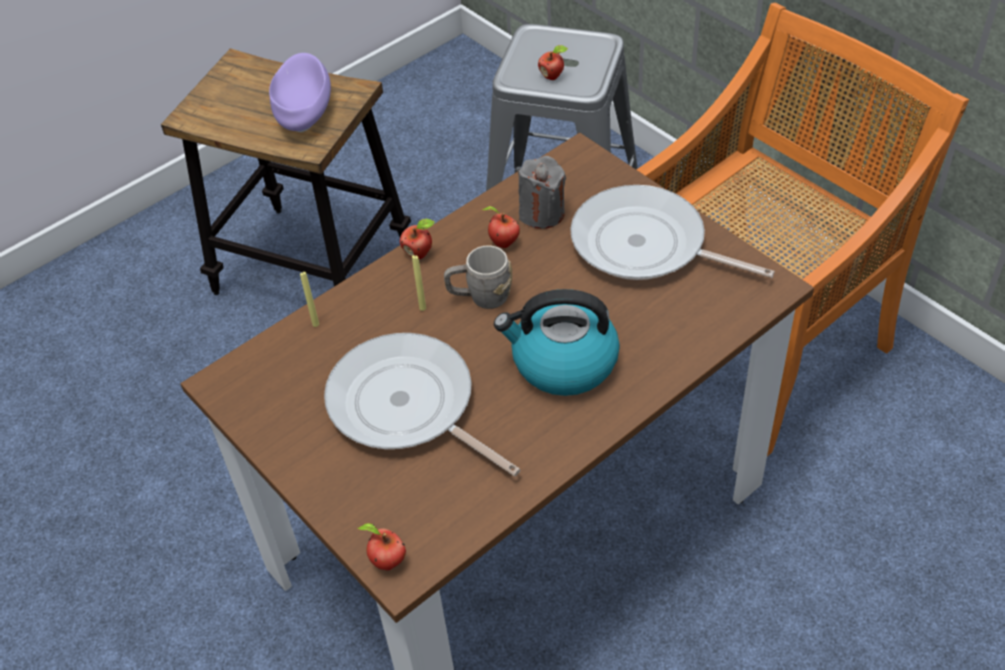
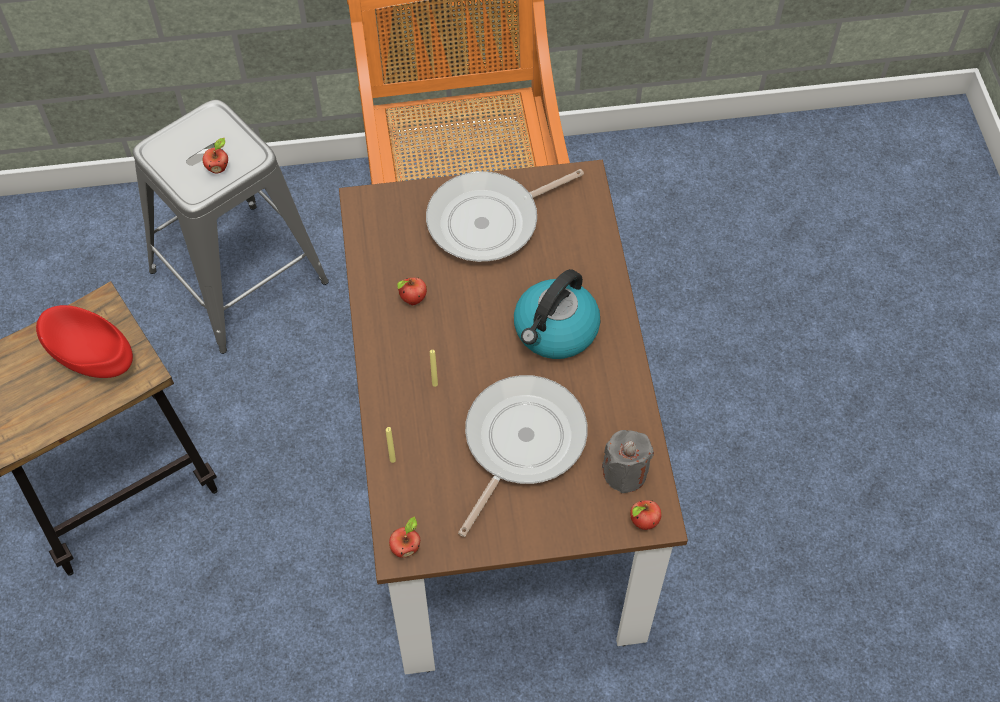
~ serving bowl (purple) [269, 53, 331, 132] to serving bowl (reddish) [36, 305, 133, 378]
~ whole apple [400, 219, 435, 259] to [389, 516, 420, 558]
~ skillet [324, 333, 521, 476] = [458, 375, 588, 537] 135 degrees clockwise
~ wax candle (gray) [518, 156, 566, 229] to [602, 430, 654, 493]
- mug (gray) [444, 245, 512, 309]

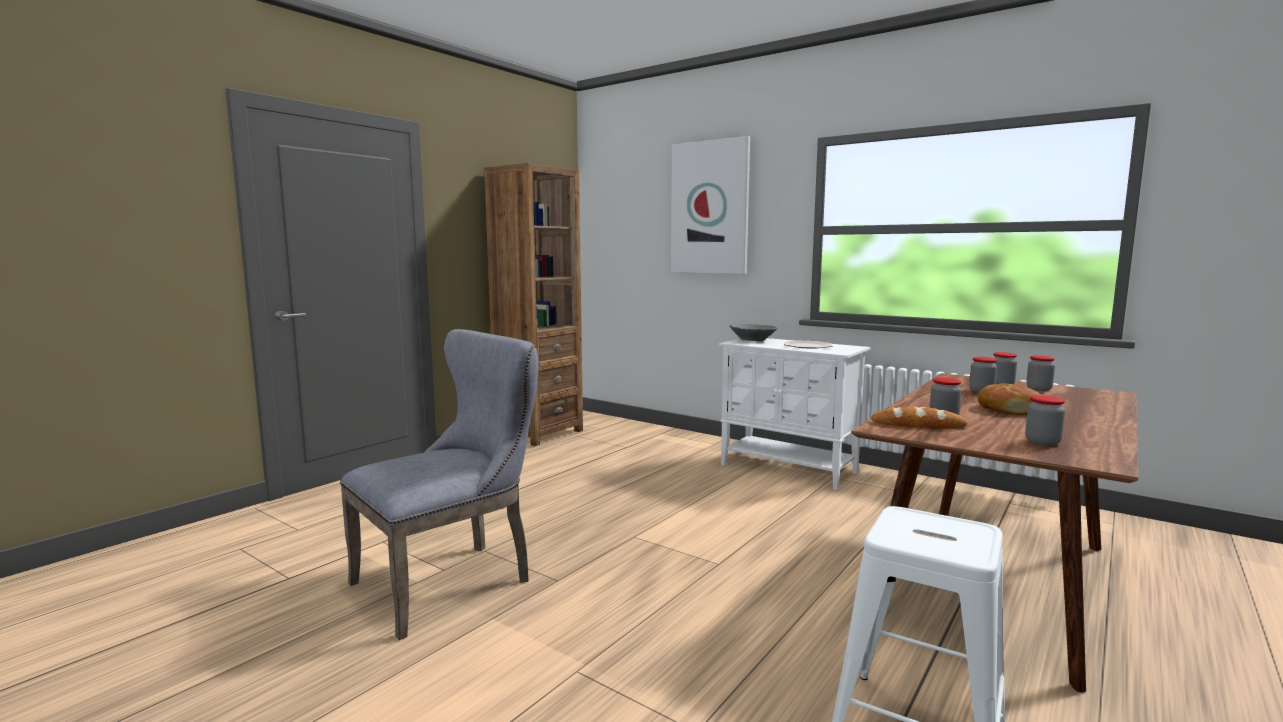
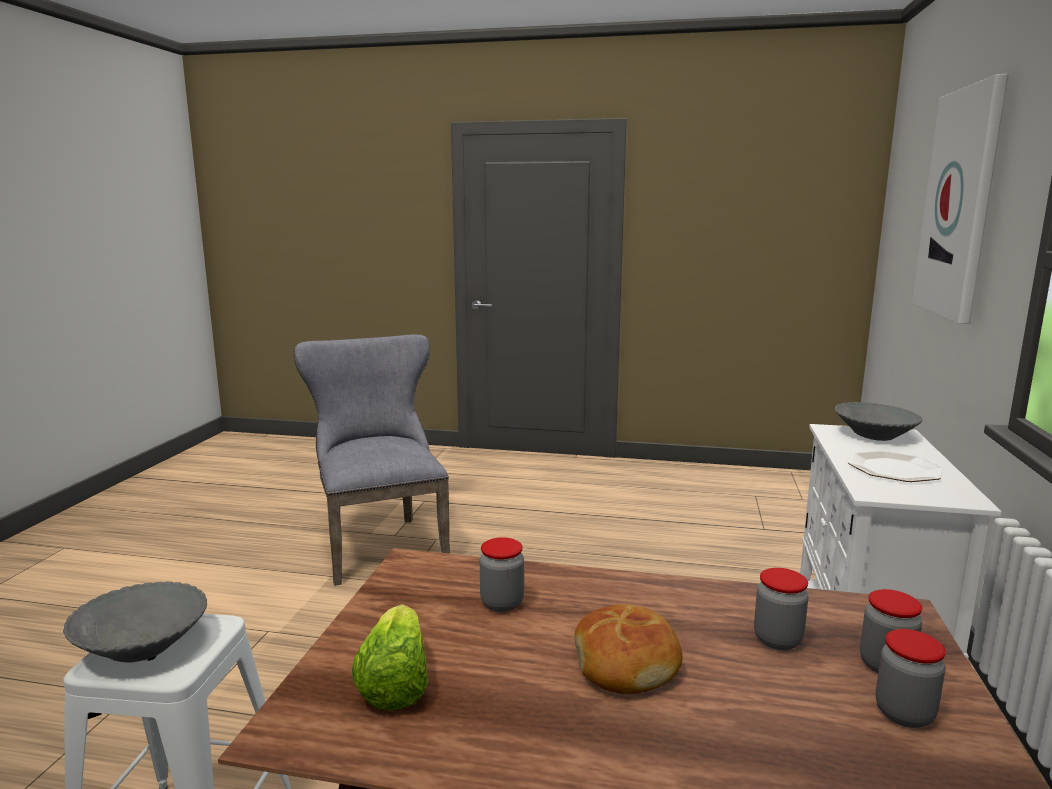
+ serving bowl (gray) [63, 582, 207, 662]
~ plain chair (gray) [340, 329, 538, 640] = [294, 335, 450, 586] 135 degrees counterclockwise
~ jar [1025, 395, 1065, 446] to lettuce [352, 604, 428, 710]
- bookshelf (brown) [484, 163, 583, 446]
- bakery bread [871, 406, 967, 428]

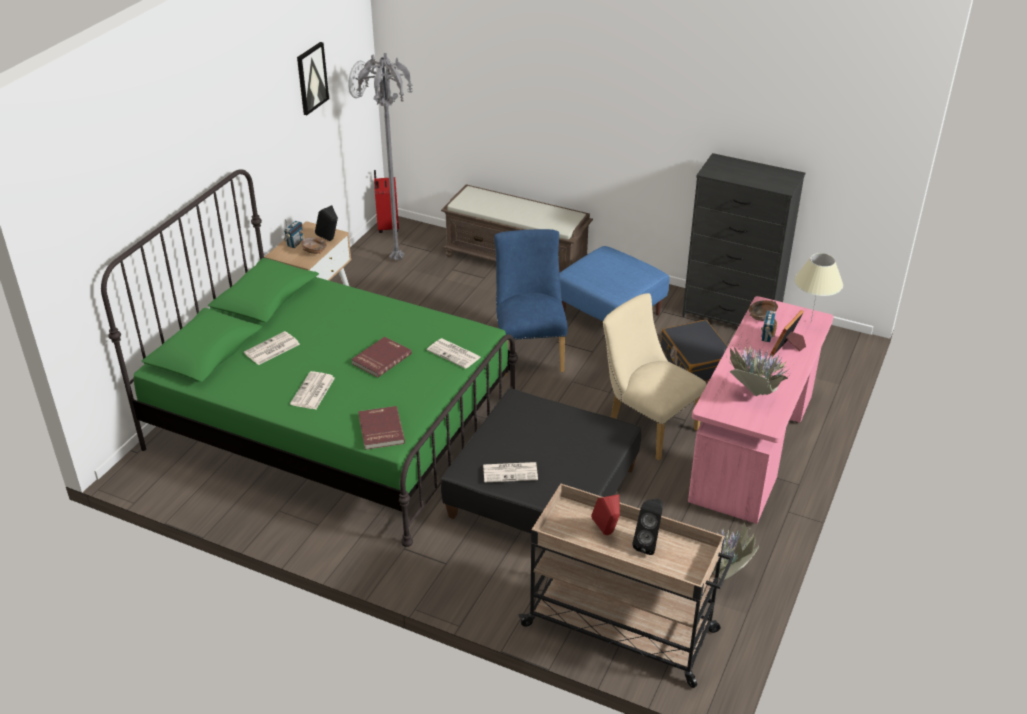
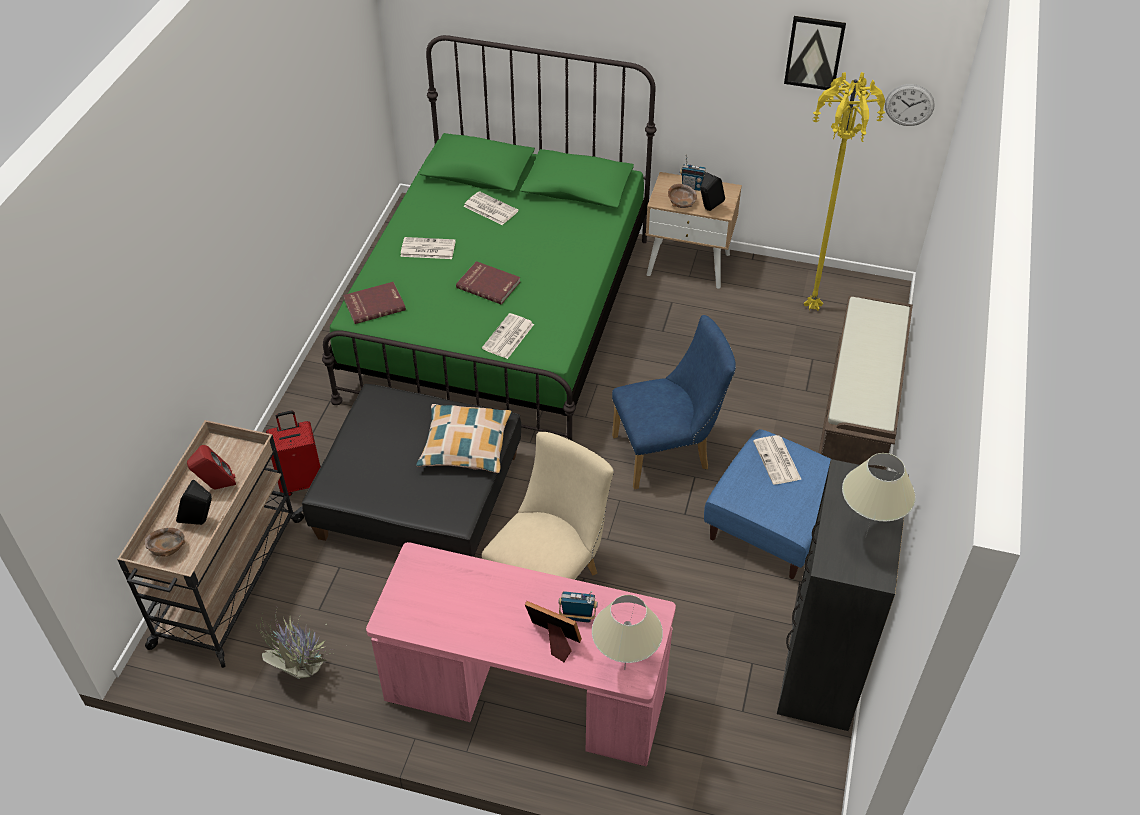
~ serving bowl (brown) [749, 300, 778, 321] to [145, 528, 185, 557]
~ piece of luggage (reddish) [374, 170, 399, 233] to [266, 411, 321, 496]
+ cushion [416, 404, 512, 473]
~ daily paper [483, 462, 538, 483] to [753, 435, 802, 485]
~ floor lamp (gray) [356, 53, 413, 261] to floor lamp (yellow) [804, 72, 885, 311]
+ lamp for a table (beige) [842, 453, 916, 536]
- piece of luggage (blackish) [661, 320, 728, 381]
- potted plant [724, 335, 791, 396]

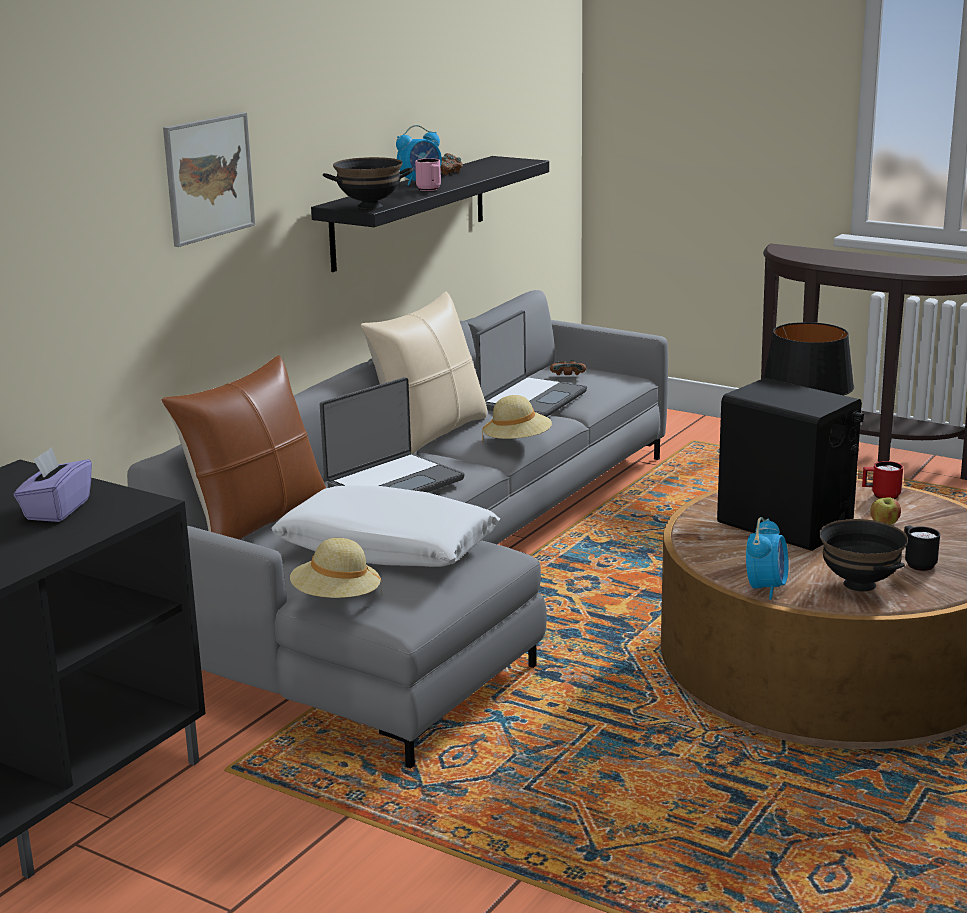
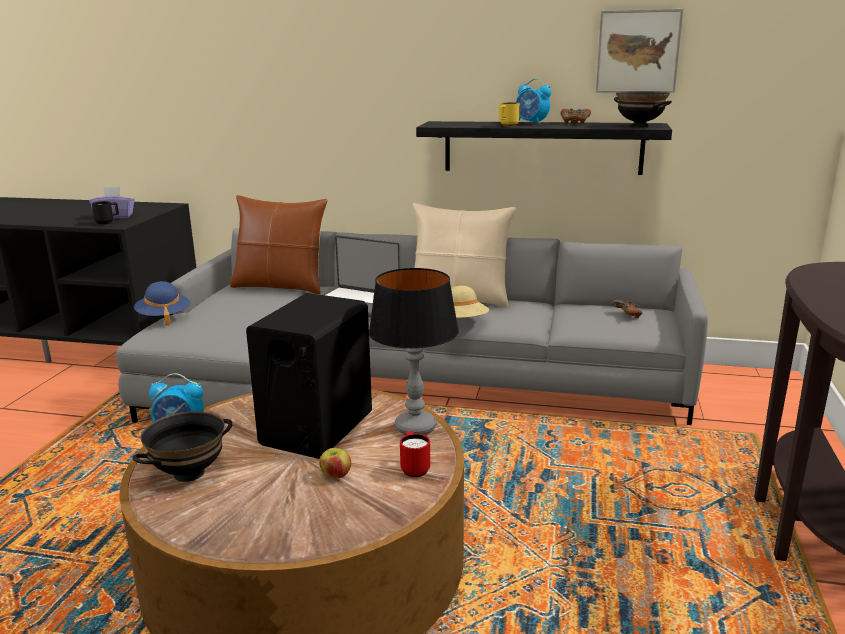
~ mug (blackish) [904, 525, 940, 571] to [92, 201, 119, 225]
~ wearable hat (beige) [290, 538, 382, 598] to wearable hat (blue) [134, 281, 190, 326]
~ mug (pink-coloured) [415, 158, 441, 191] to mug (yellow) [499, 102, 520, 126]
~ picture [163, 112, 255, 247] to [596, 9, 683, 92]
~ serving bowl (blackish) [323, 157, 413, 209] to [614, 91, 672, 127]
- cushion (white) [271, 485, 500, 567]
- notebook computer [476, 310, 587, 417]

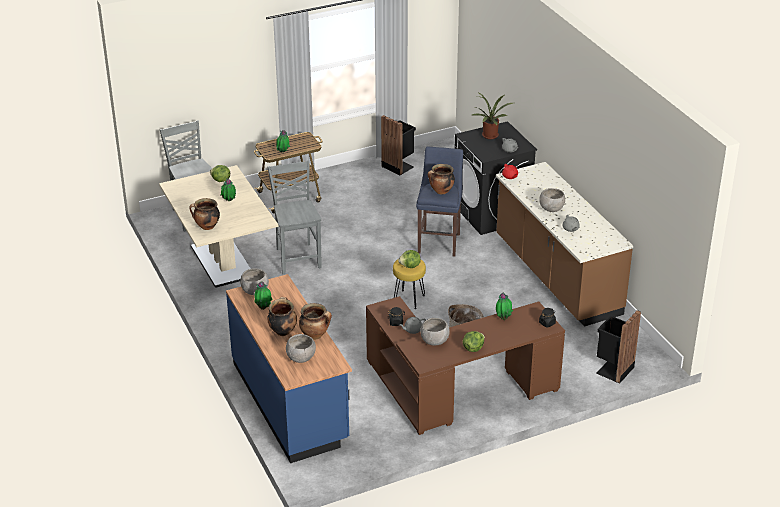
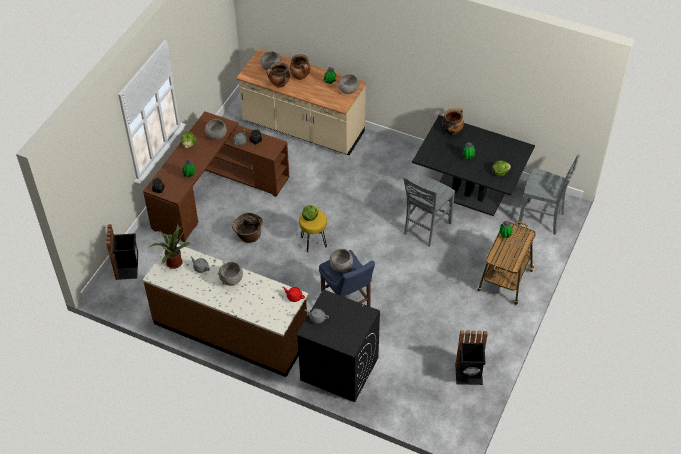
~ potted plant [470, 92, 513, 139] to [149, 225, 190, 269]
~ kitchen counter (blue) [226, 274, 352, 463] to kitchen counter (beige) [236, 49, 366, 155]
~ stockpot [428, 164, 455, 194] to serving bowl (gray) [330, 249, 353, 272]
~ plain chair (gray) [268, 160, 322, 274] = [403, 176, 455, 247] 90 degrees clockwise
~ dinner table (beige) [159, 165, 279, 288] to dinner table (blackish) [412, 115, 535, 216]

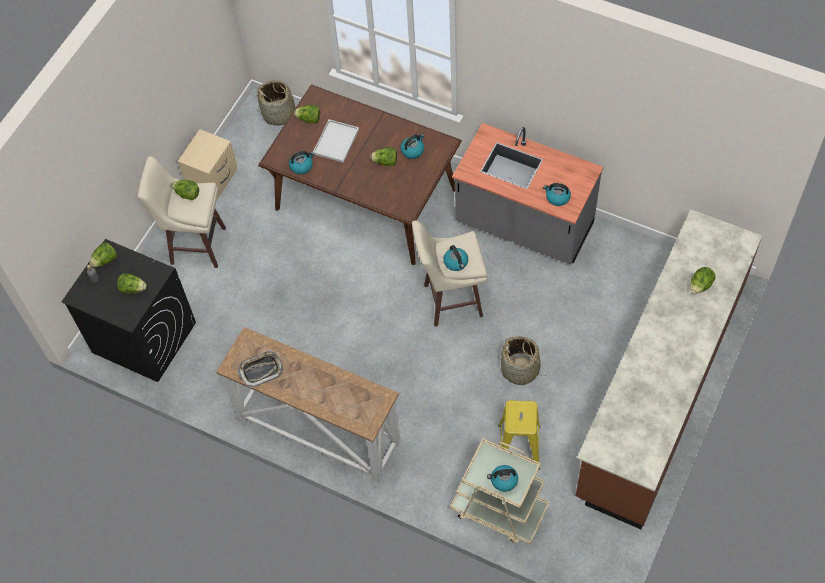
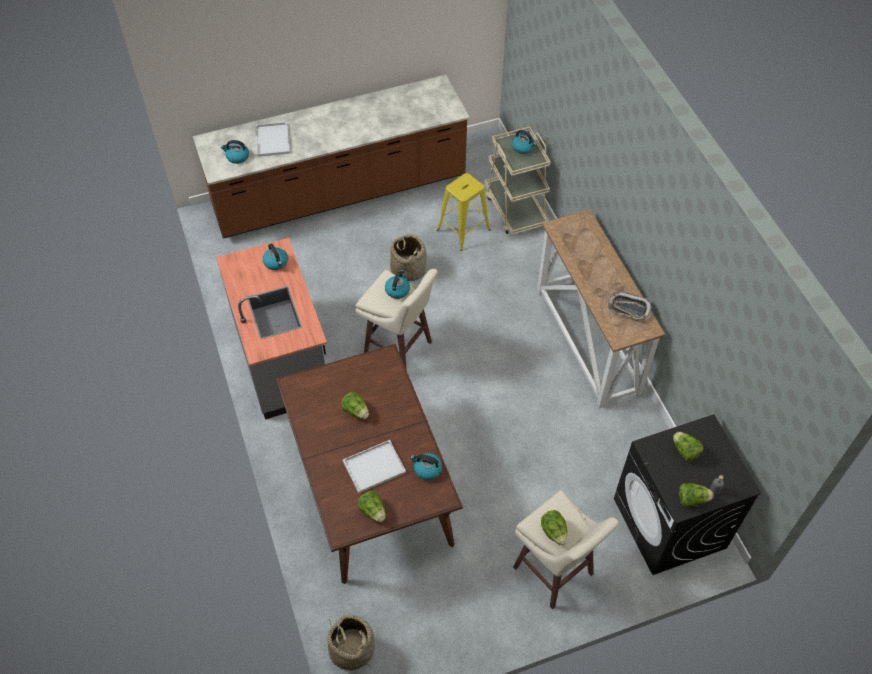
~ tea kettle [400, 134, 424, 159] to [221, 140, 249, 164]
~ lettuce [691, 267, 716, 294] to carrying tray (white) [256, 122, 290, 157]
- night table (beige) [178, 129, 237, 199]

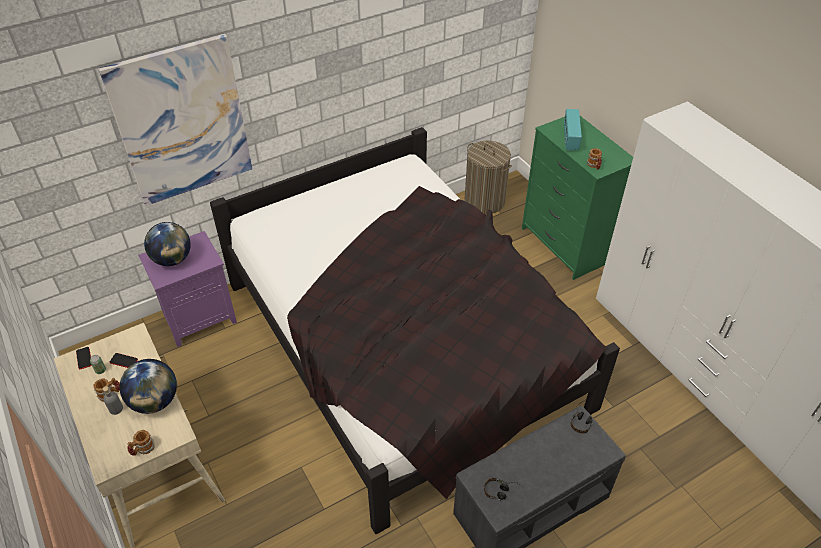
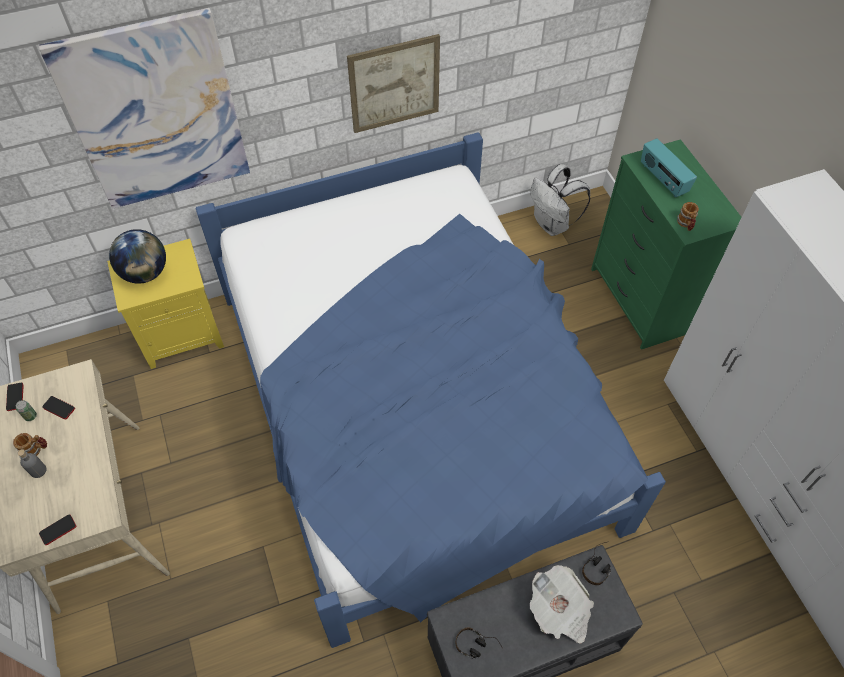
~ mug [127, 430, 155, 456] to phone [39, 514, 77, 545]
~ night table (purple) [138, 231, 237, 347] to night table (yellow) [107, 239, 224, 369]
~ bed (blackish) [210, 127, 620, 534] to bed (blue) [195, 132, 666, 648]
+ picture [347, 34, 440, 133]
+ daily paper [529, 565, 594, 643]
~ hamper [464, 140, 512, 214] to rucksack (white) [530, 164, 591, 236]
~ radio [564, 109, 582, 151] = [641, 138, 697, 197] 45 degrees counterclockwise
- world globe [120, 359, 177, 414]

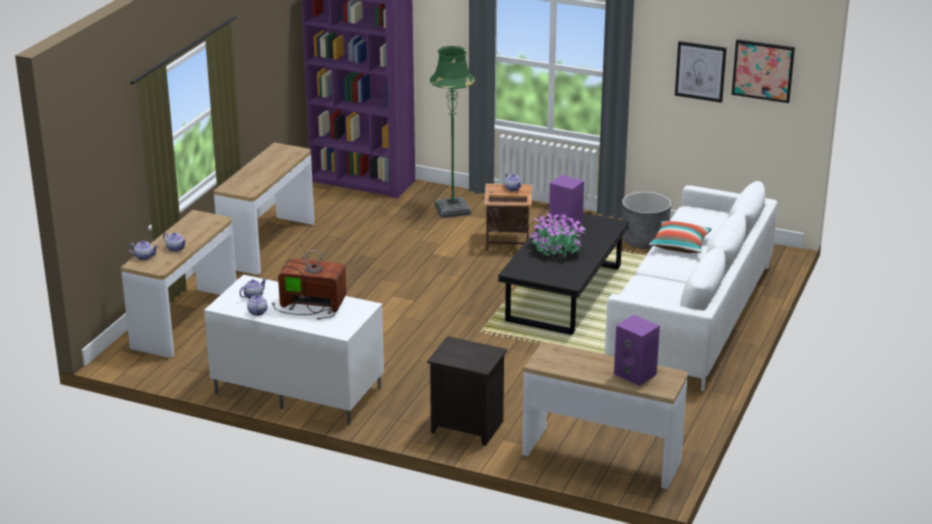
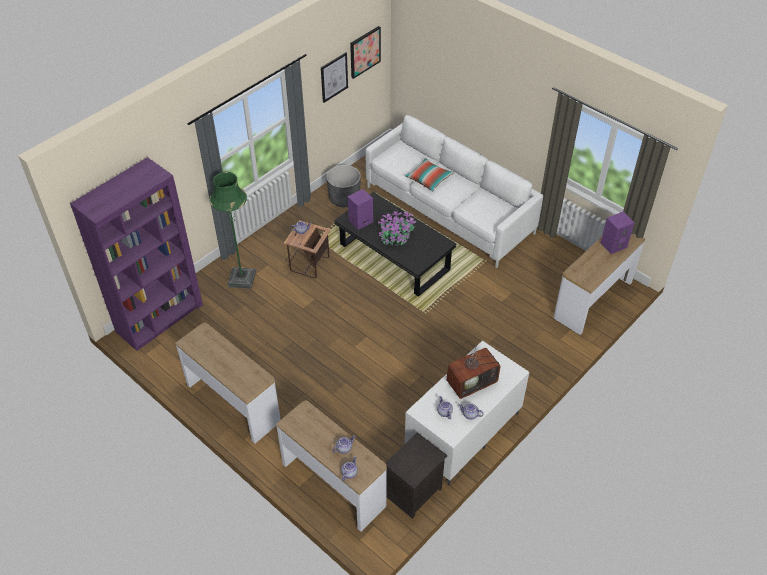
~ night table (blackish) [427, 336, 507, 446] to [386, 432, 448, 519]
~ television [272, 238, 346, 319] = [447, 339, 501, 399] 150 degrees counterclockwise

